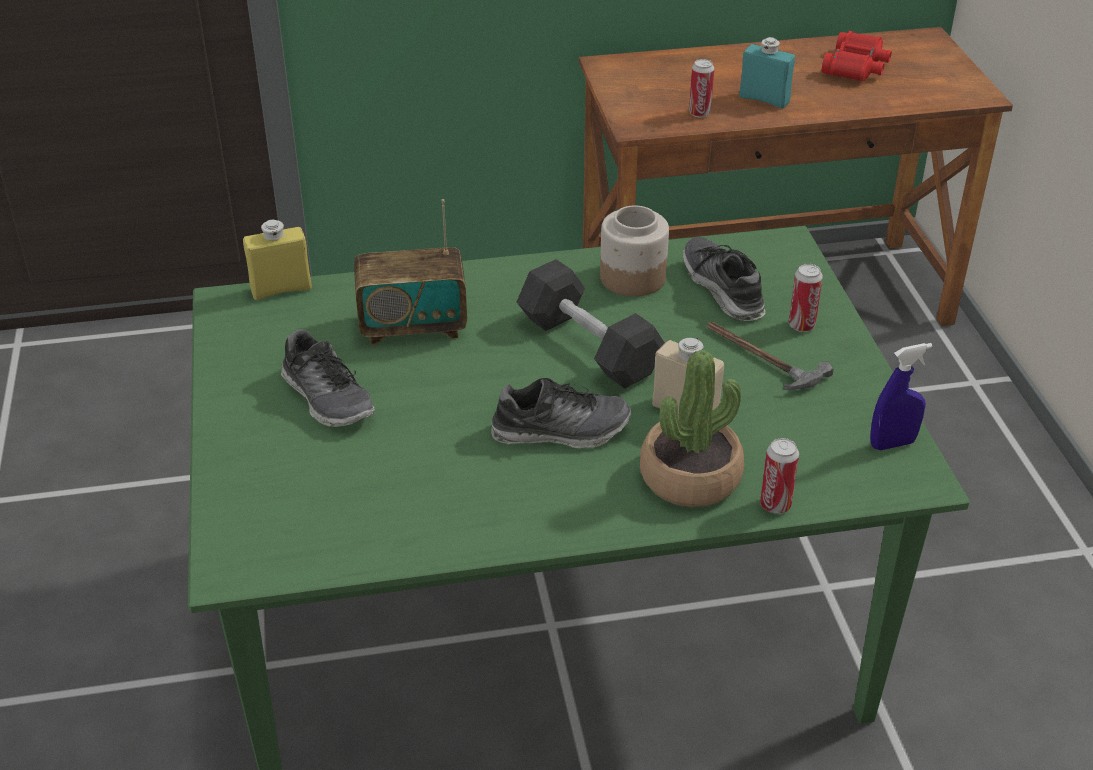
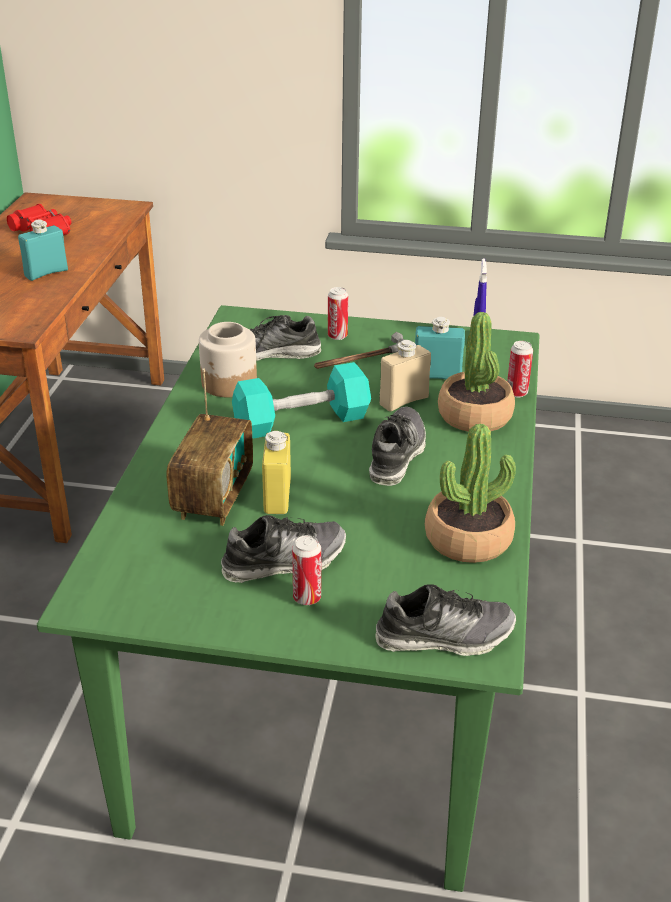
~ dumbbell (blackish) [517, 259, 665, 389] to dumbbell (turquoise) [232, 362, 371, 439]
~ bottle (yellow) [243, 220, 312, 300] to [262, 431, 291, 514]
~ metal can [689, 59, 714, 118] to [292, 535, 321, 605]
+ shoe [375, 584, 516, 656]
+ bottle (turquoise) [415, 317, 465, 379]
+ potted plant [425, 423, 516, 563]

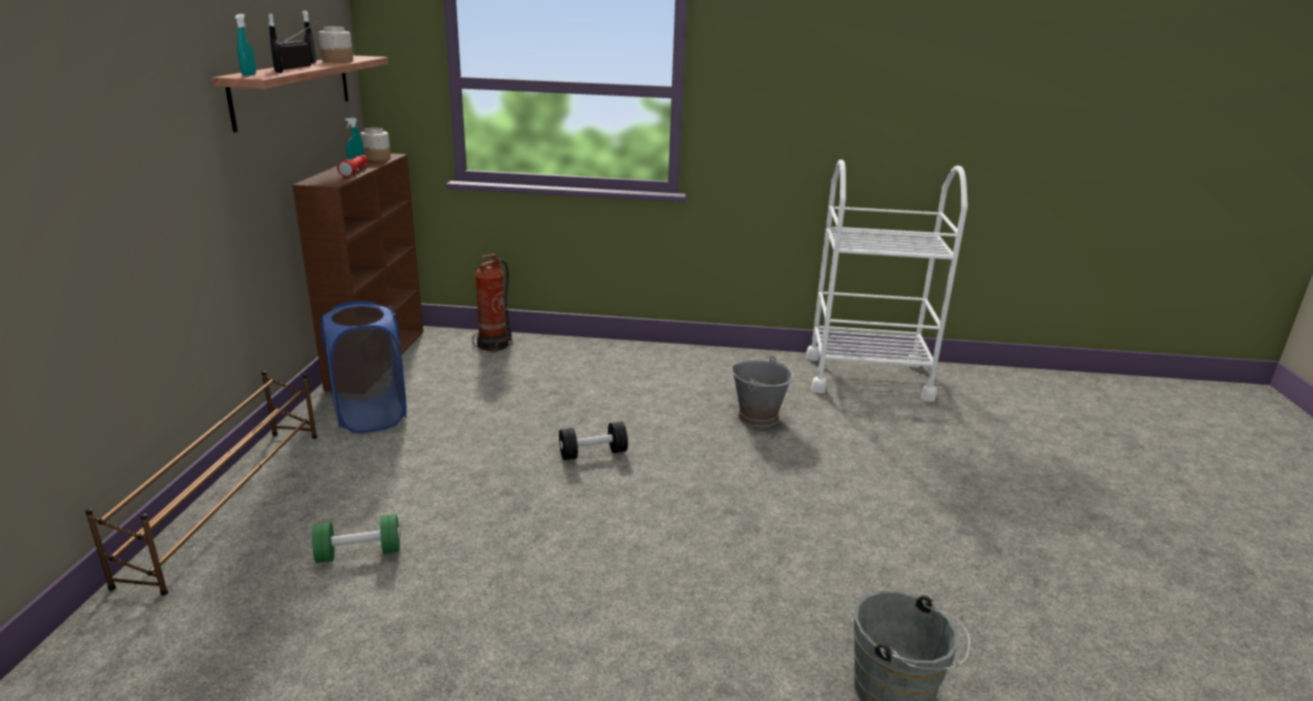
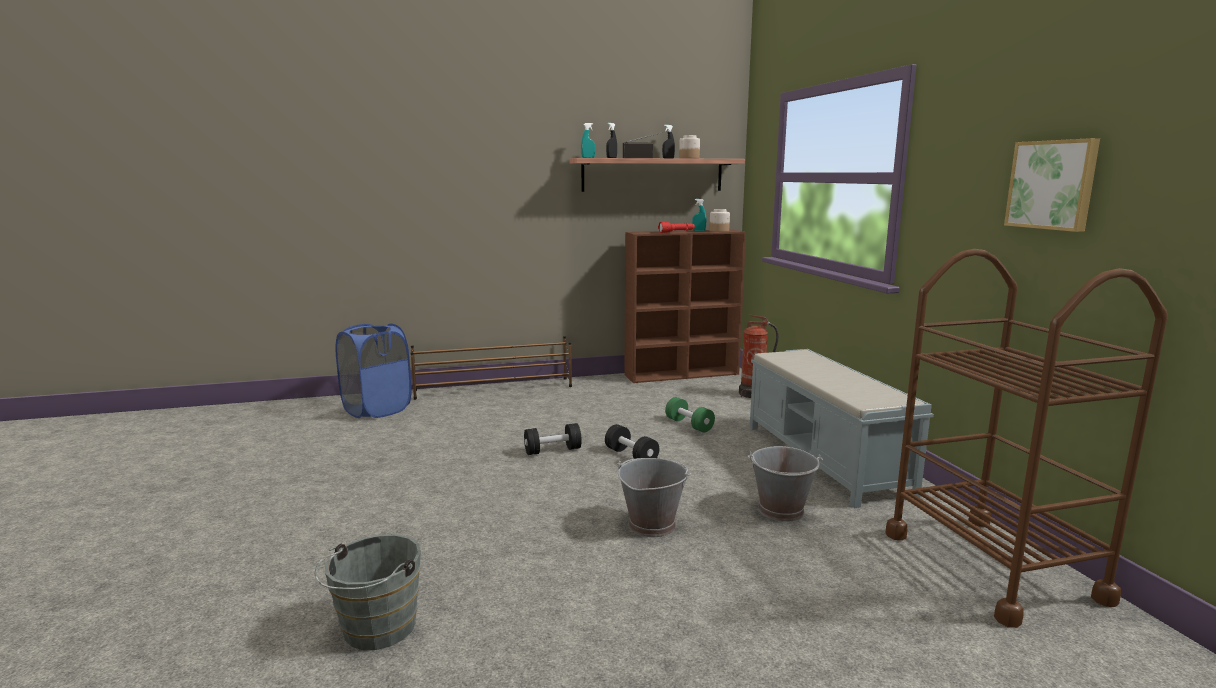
~ hamper (blue) [320, 301, 407, 433] to [335, 323, 412, 418]
+ dumbbell (blackish) [524, 423, 582, 455]
+ bucket (gray) [617, 458, 691, 537]
~ dumbbell (greenish) [312, 514, 401, 563] to [665, 397, 715, 432]
+ indoor bench (gray) [750, 349, 934, 508]
~ cart (white) [806, 160, 968, 402] to cart (brown) [885, 249, 1168, 628]
+ picture [1004, 138, 1100, 232]

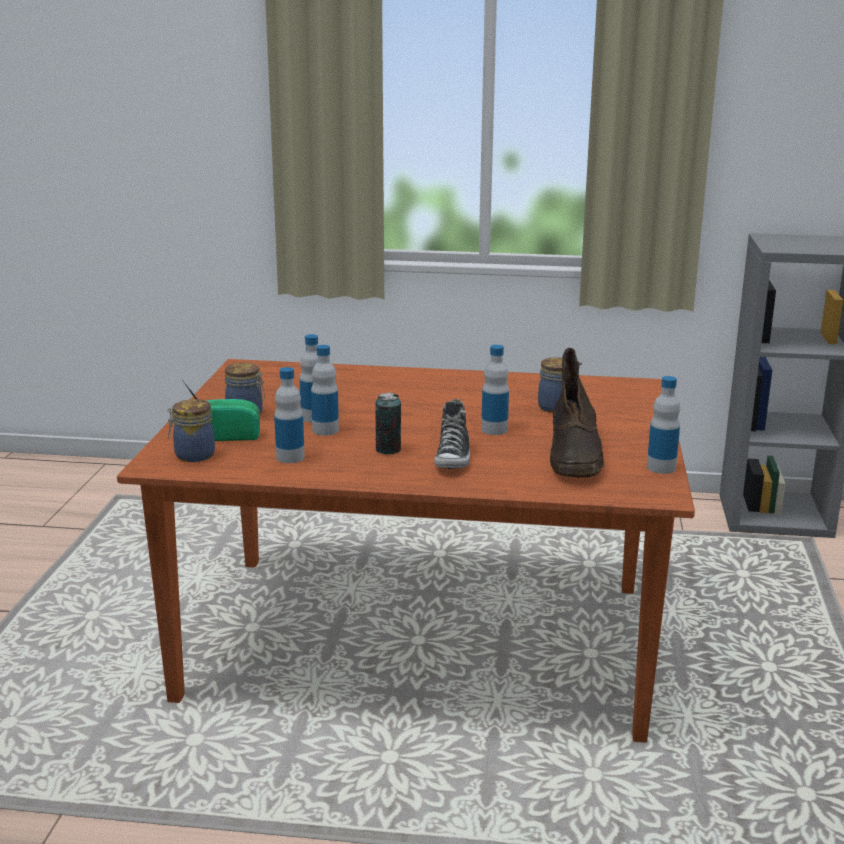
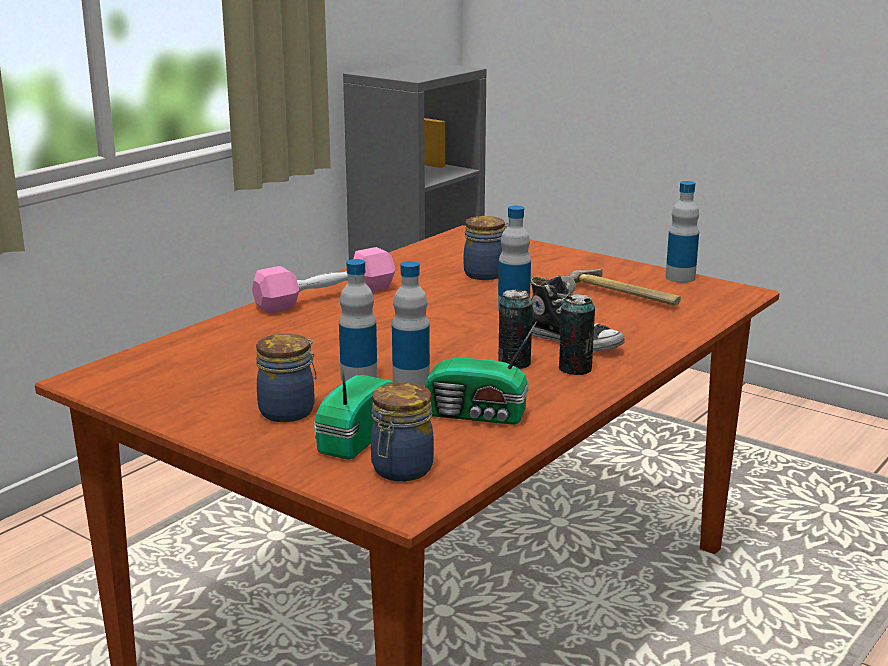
+ dumbbell (pink-coloured) [252, 247, 396, 314]
~ bottle [274, 367, 305, 463] to radio [425, 322, 537, 425]
+ metal can [559, 294, 595, 375]
~ high-top boot (brown) [550, 348, 605, 478] to tool hammer [561, 269, 681, 306]

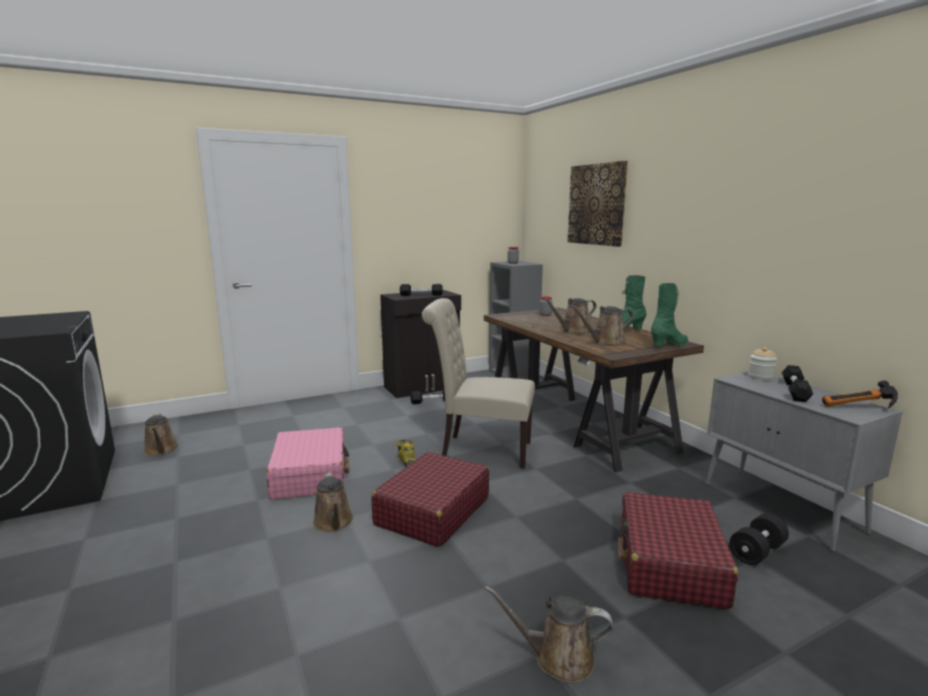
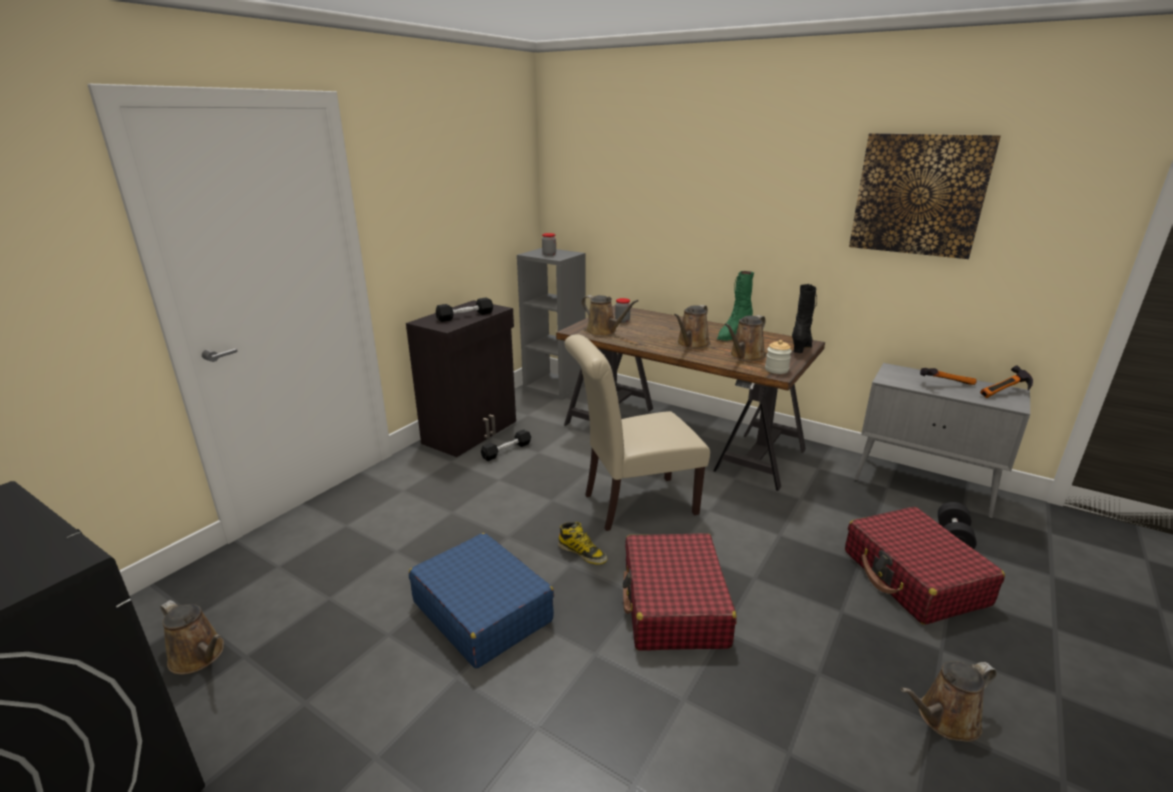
~ piece of luggage (pink-coloured) [266, 427, 349, 499] to piece of luggage (blue) [409, 533, 554, 669]
~ watering pot (brown) [313, 472, 353, 532] to [581, 295, 639, 336]
~ jar [748, 347, 777, 381] to [765, 340, 792, 374]
~ high-top boot (greenish) [651, 283, 688, 347] to high-top boot (blackish) [792, 284, 817, 353]
~ picture [567, 161, 628, 247] to [849, 133, 1001, 259]
~ dumbbell (blackish) [782, 365, 813, 402] to tool hammer [920, 368, 977, 385]

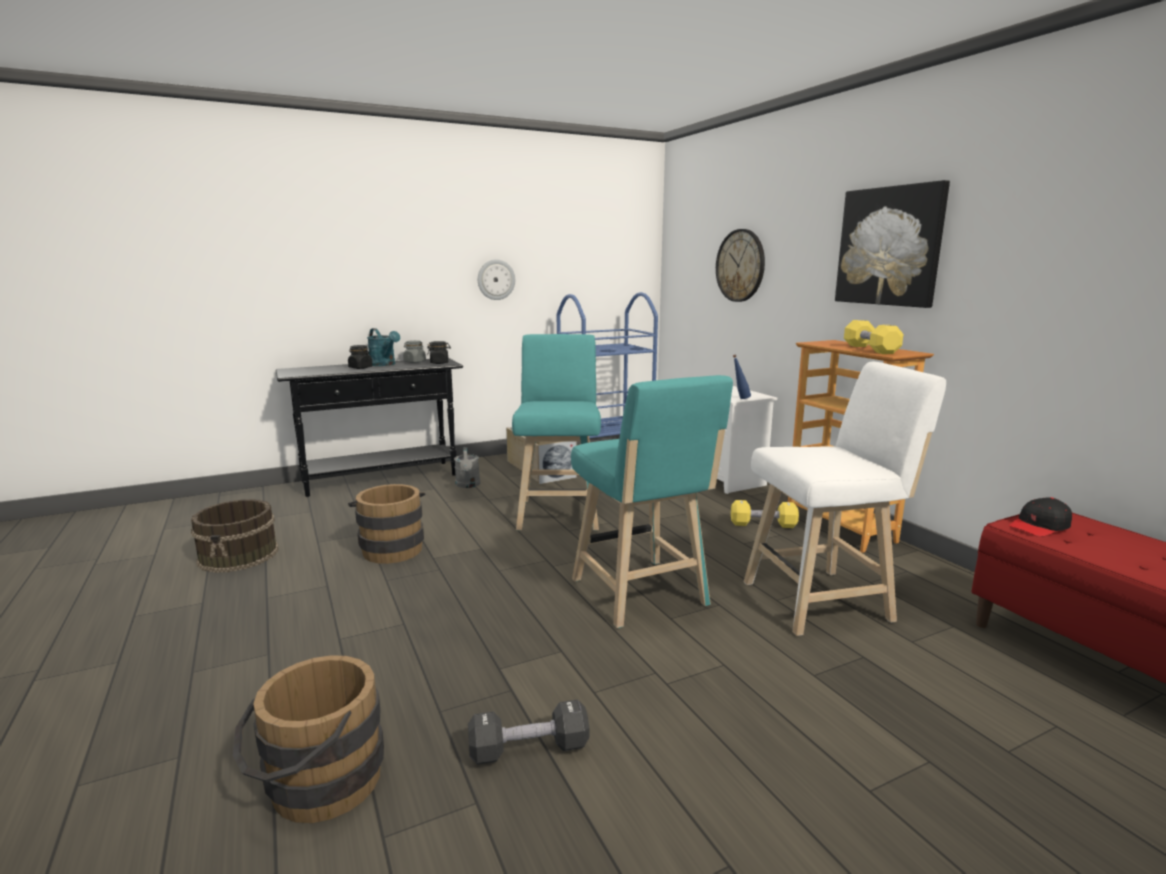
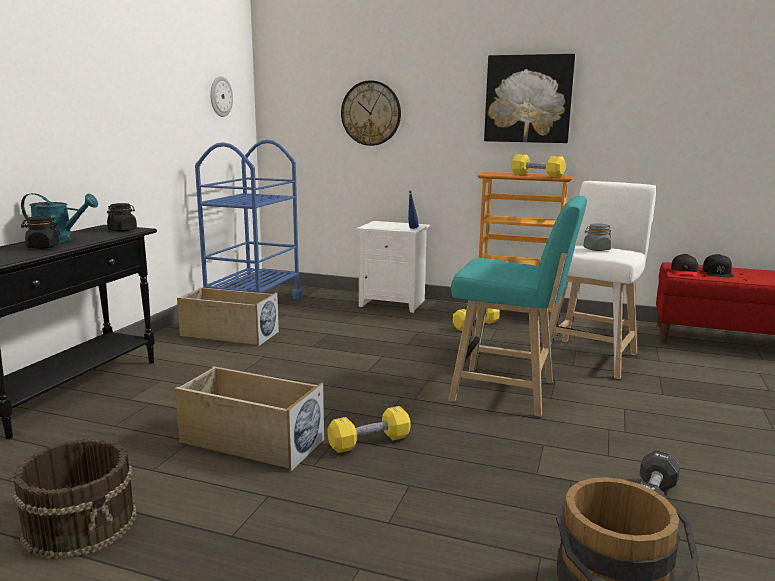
~ bucket (brown) [348, 484, 425, 564] to storage bin (beige) [175, 366, 324, 472]
~ hanging clock [478, 259, 515, 300] to [210, 76, 233, 117]
+ dumbbell (yellow) [328, 406, 411, 453]
~ jar (gray) [403, 340, 426, 363] to [583, 223, 612, 251]
+ cap (blackish) [702, 254, 734, 277]
- watering pot (gray) [454, 447, 480, 488]
- stool (turquoise) [512, 334, 601, 531]

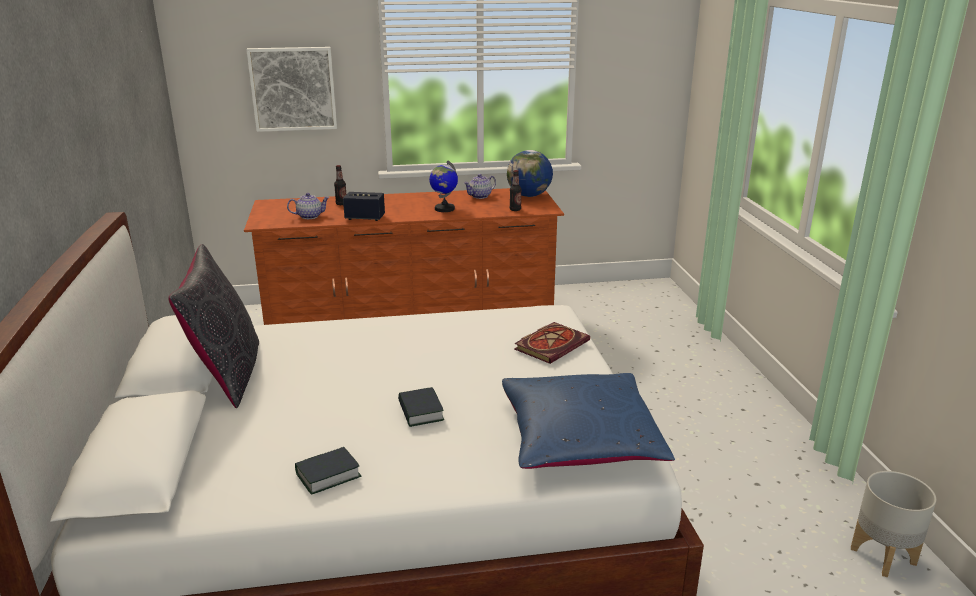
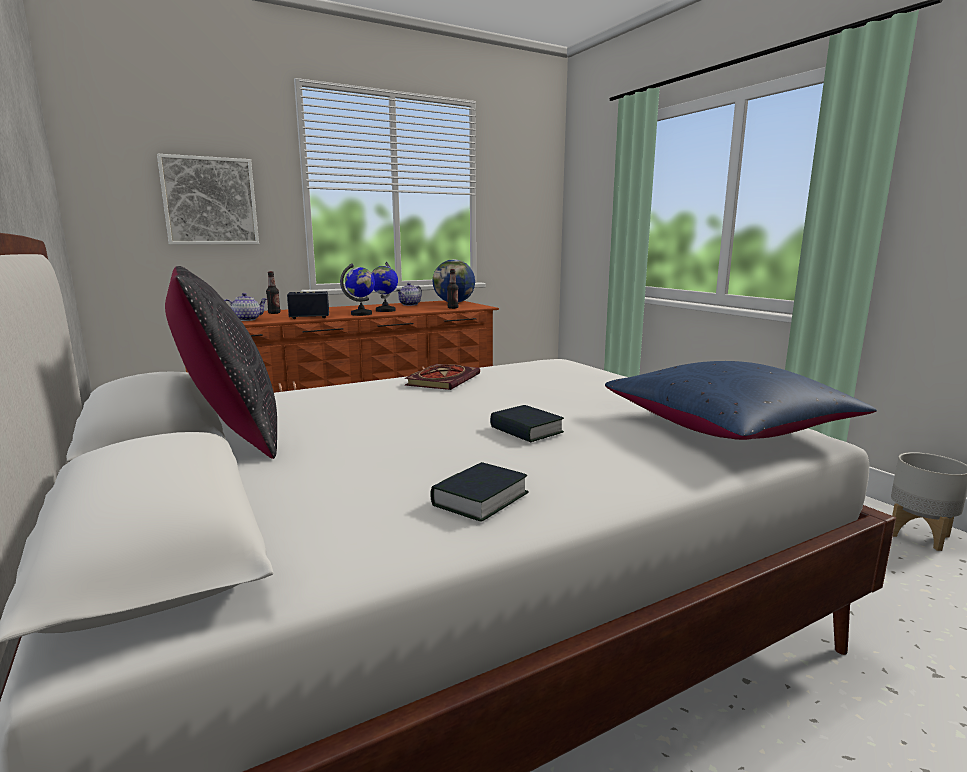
+ world globe [340, 263, 375, 316]
~ bound book [514, 322, 590, 364] to [404, 364, 480, 390]

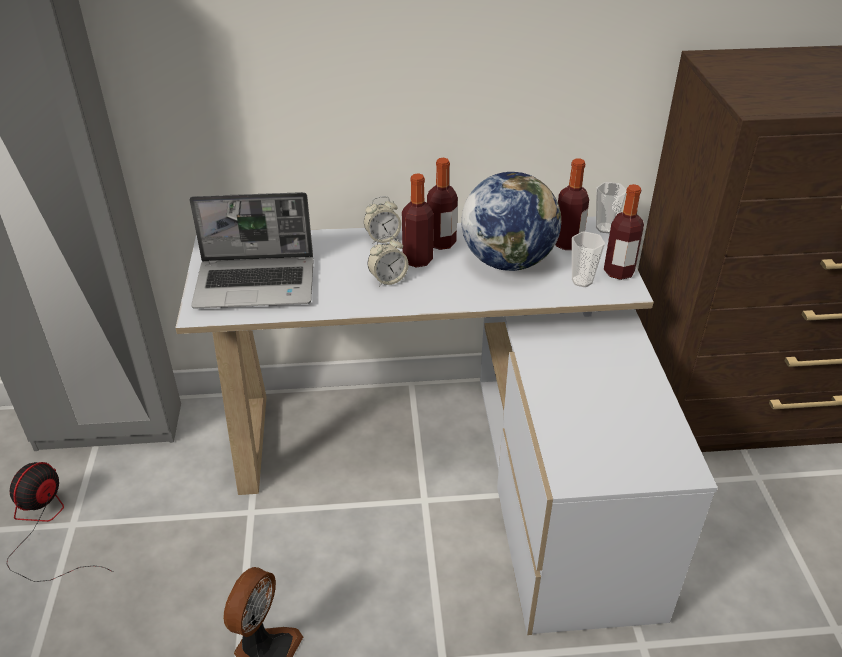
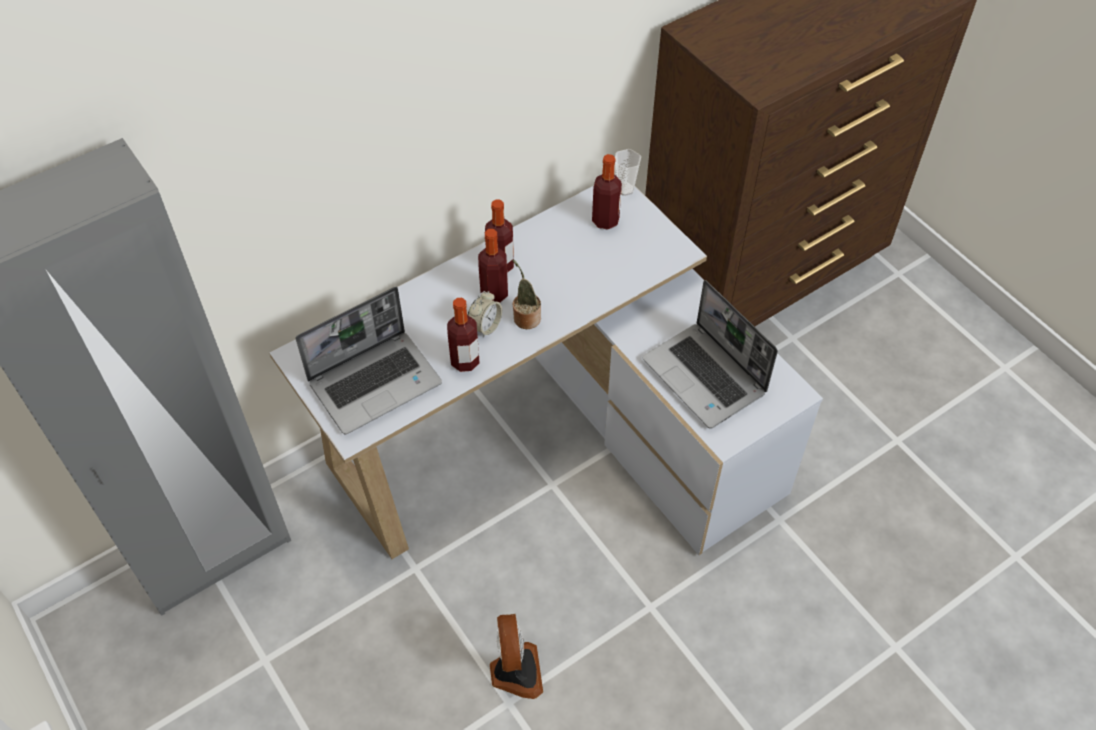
~ bottle [604, 184, 644, 280] to [447, 298, 480, 372]
+ potted plant [513, 260, 541, 329]
+ notebook computer [643, 280, 778, 428]
- fan [7, 462, 114, 582]
- bedside clock [364, 196, 401, 244]
- world globe [461, 172, 561, 271]
- small cup [572, 231, 605, 287]

